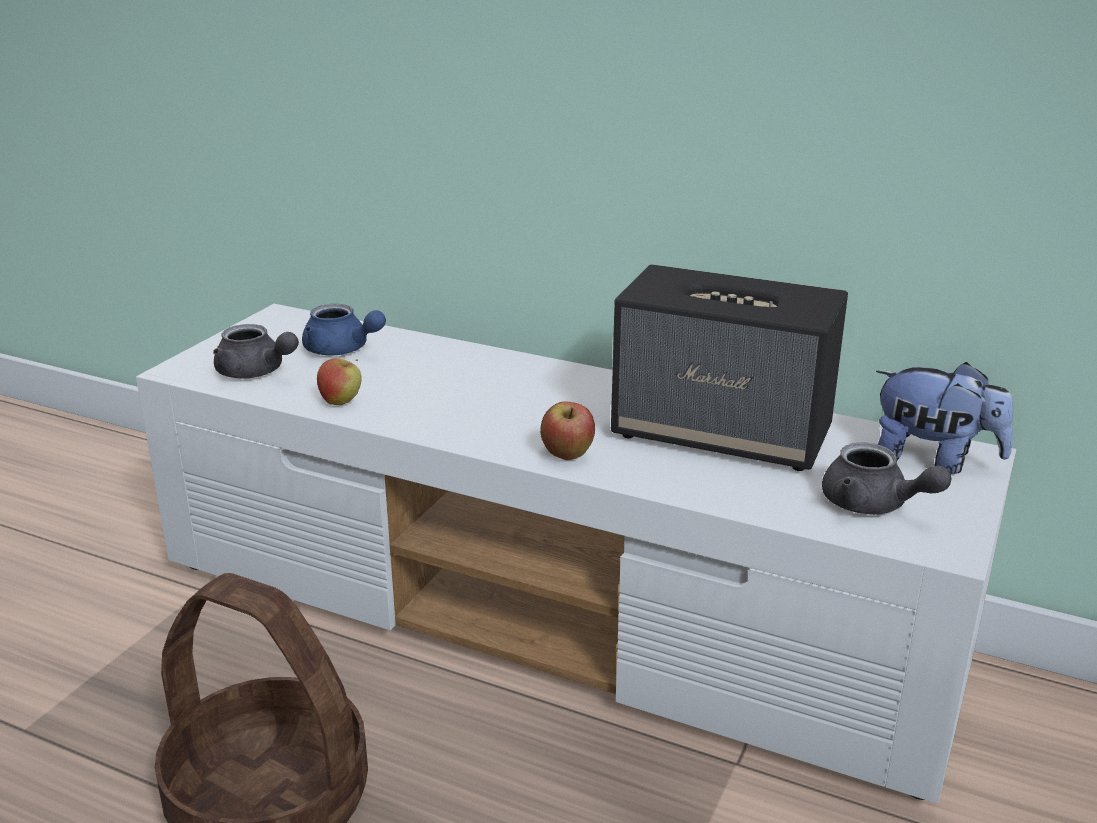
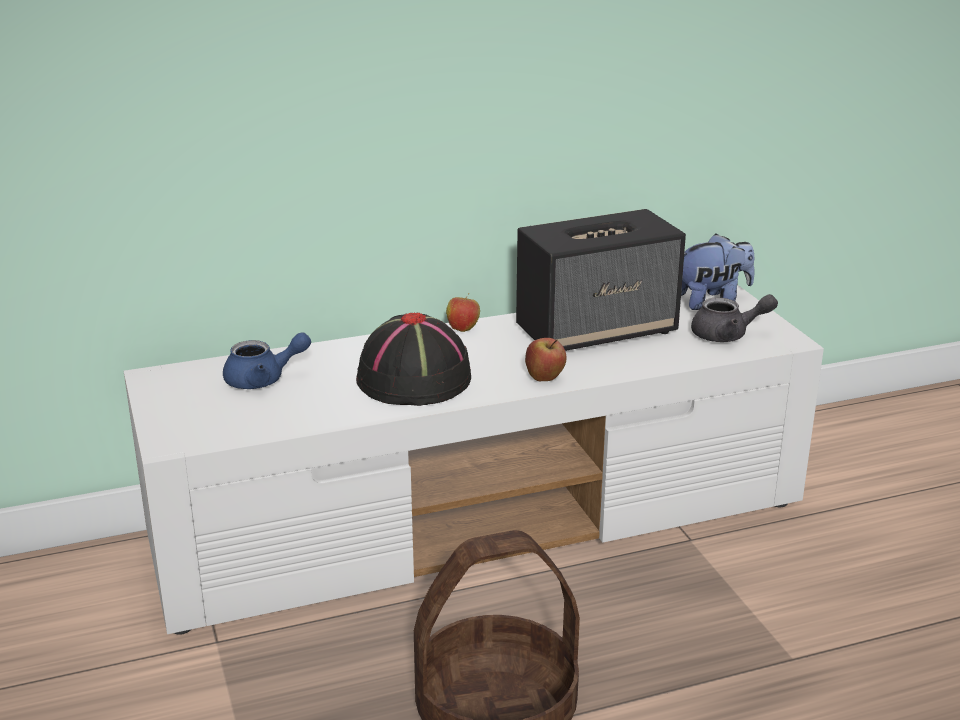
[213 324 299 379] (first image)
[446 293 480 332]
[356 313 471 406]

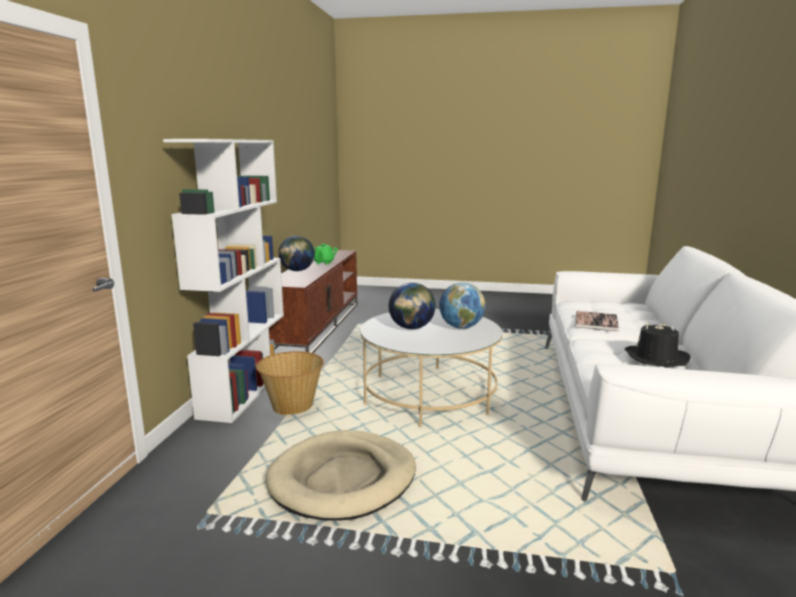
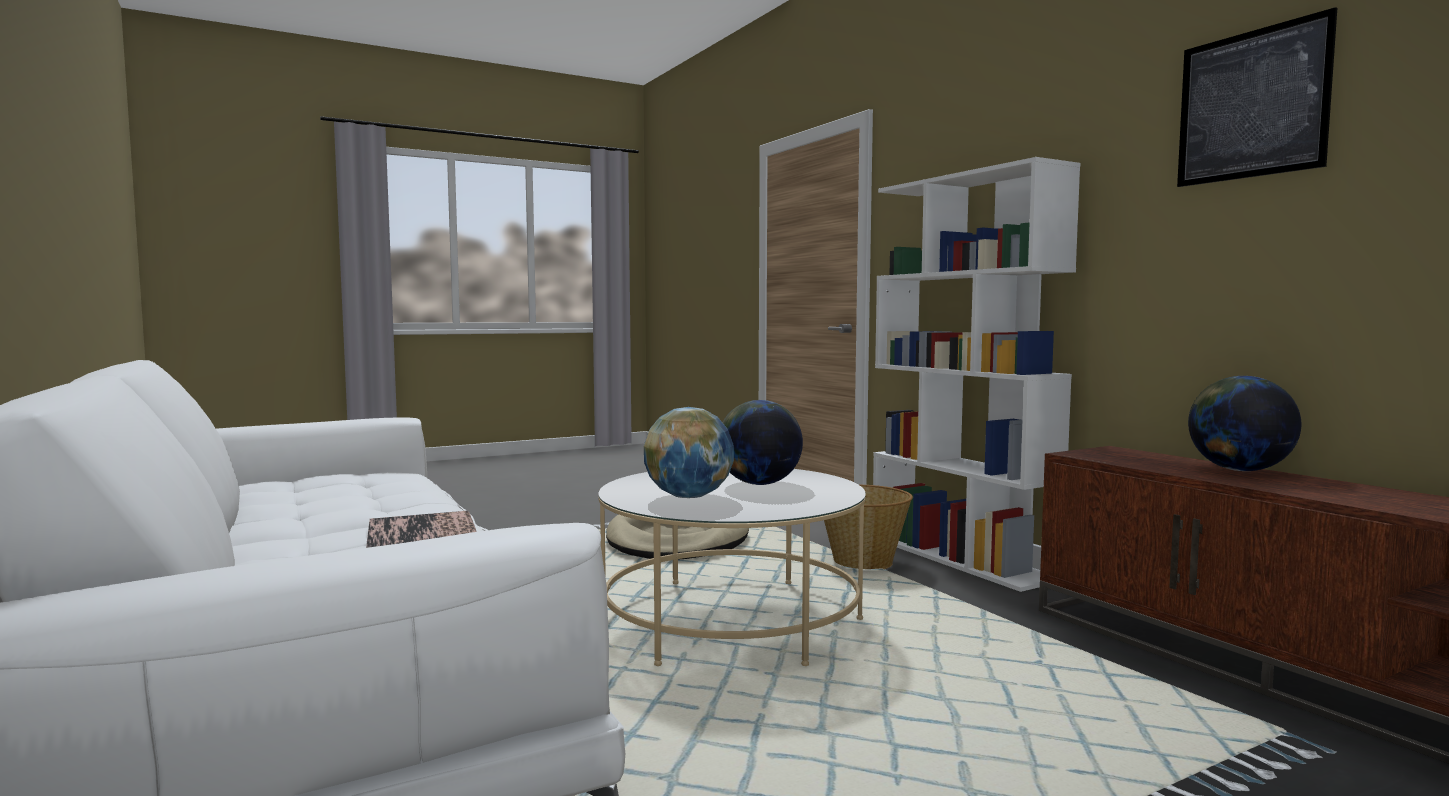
[314 244 338 265] (first image)
[625 323 690 367] (first image)
[1177 7 1337 187]

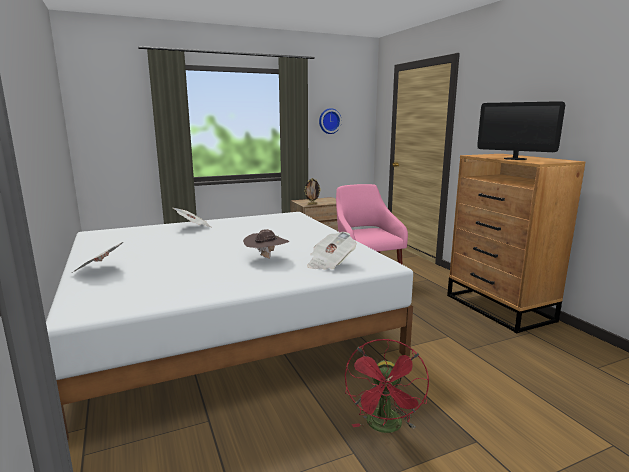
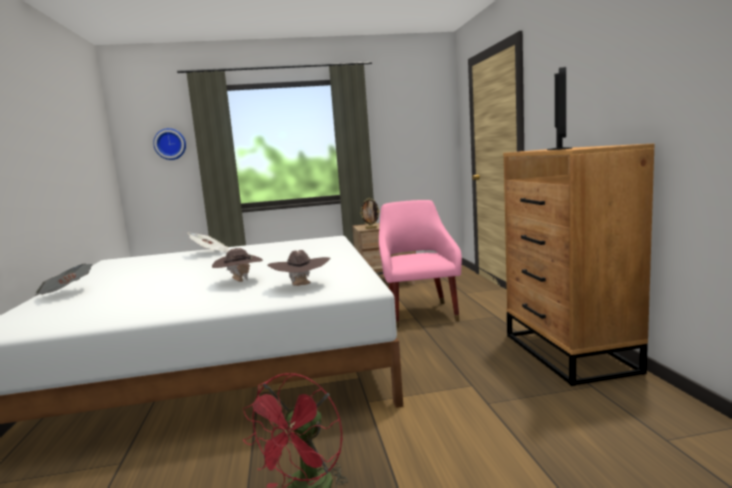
[547 67 572 150]
[153 128 186 160]
[268 250 330 286]

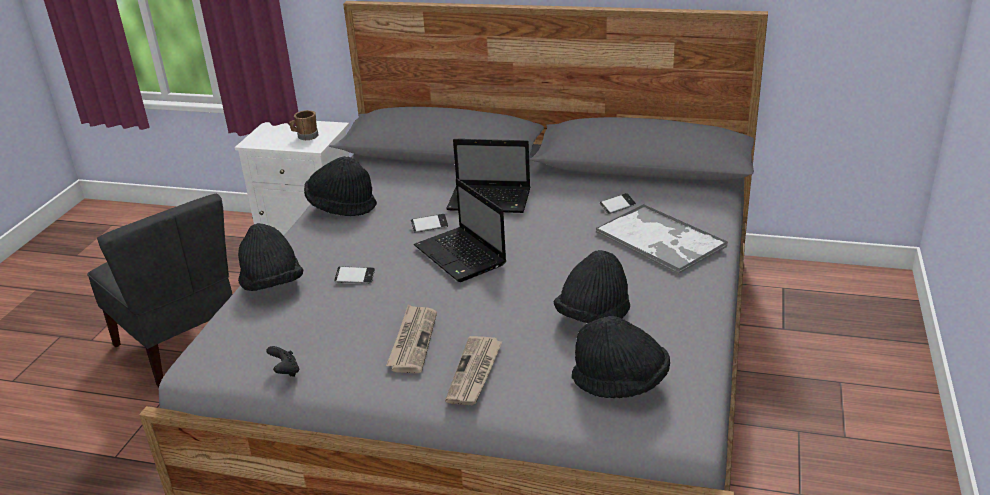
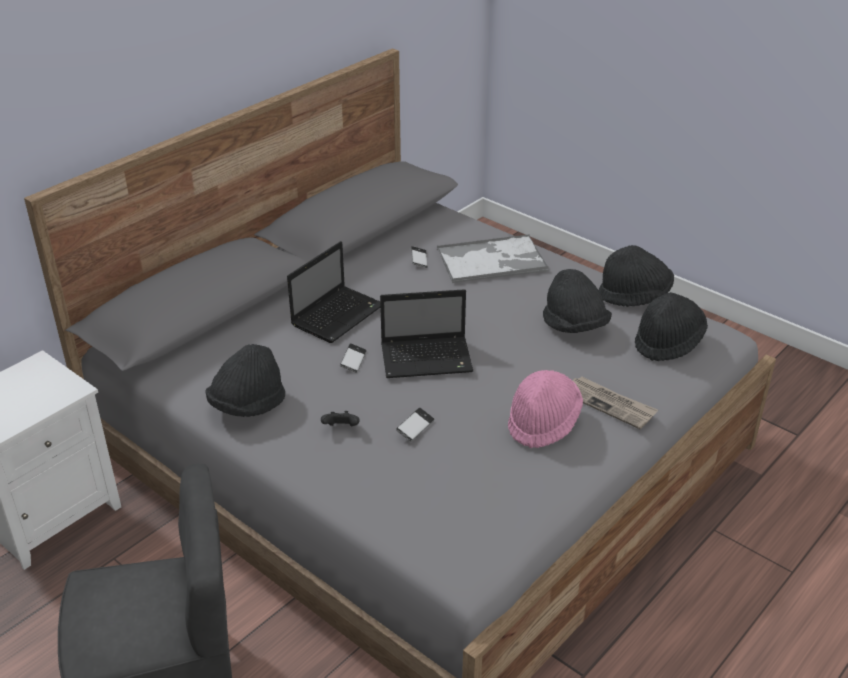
[289 110 318 140] (first image)
[599 245 674 307]
[508 370 583 448]
[321 411 359 426]

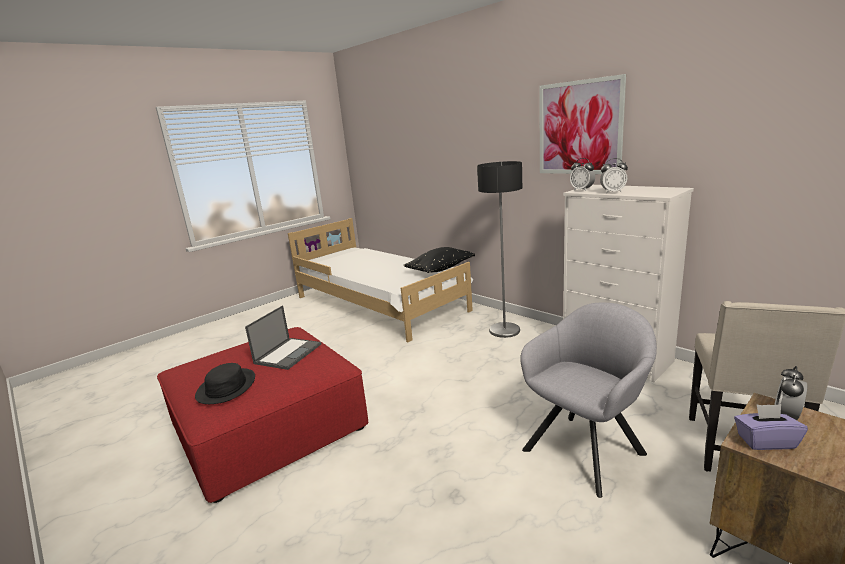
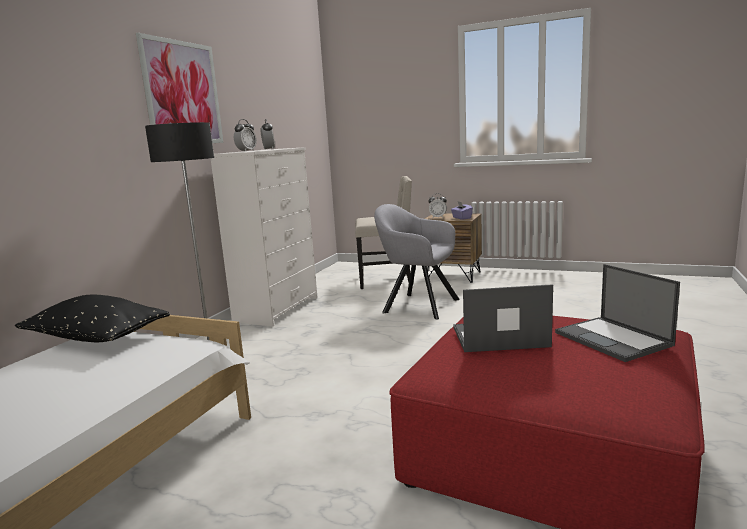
[555 264 680 362]

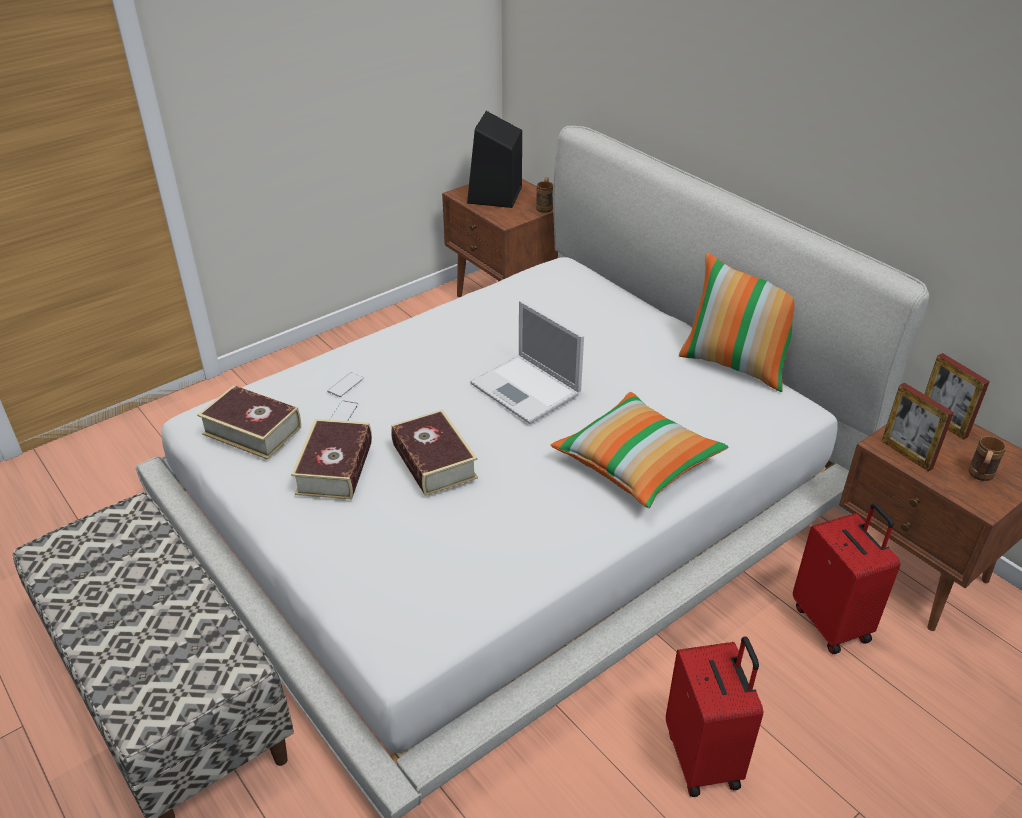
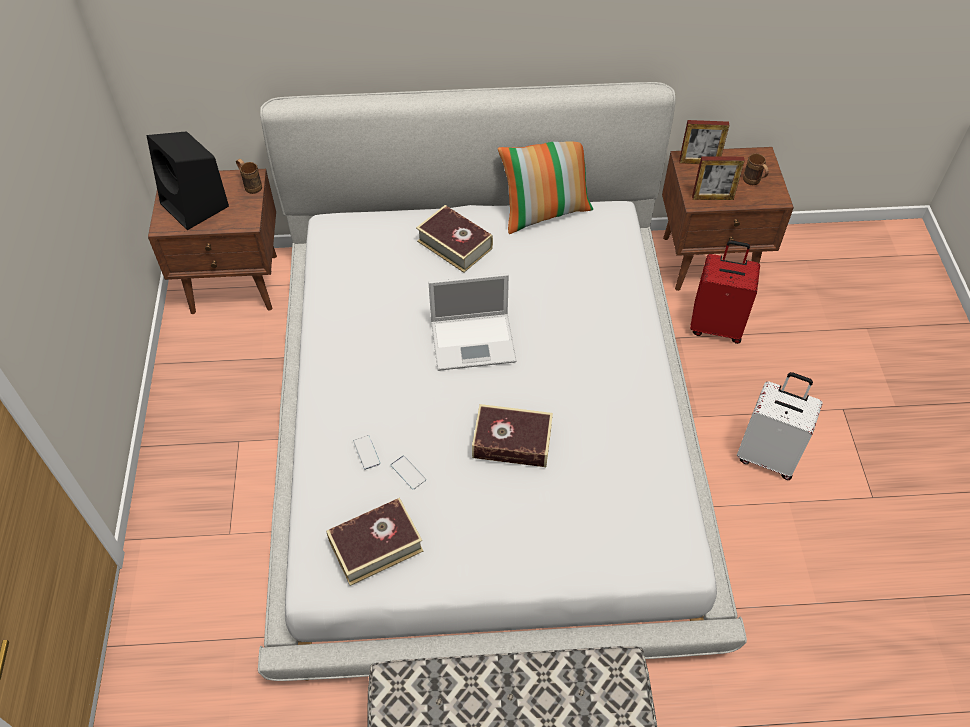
[551 392 728 508] (first image)
[416 205 493 273]
[737 372 823 480]

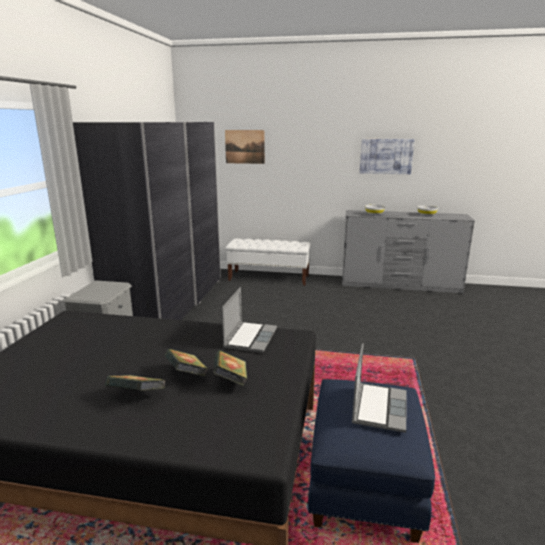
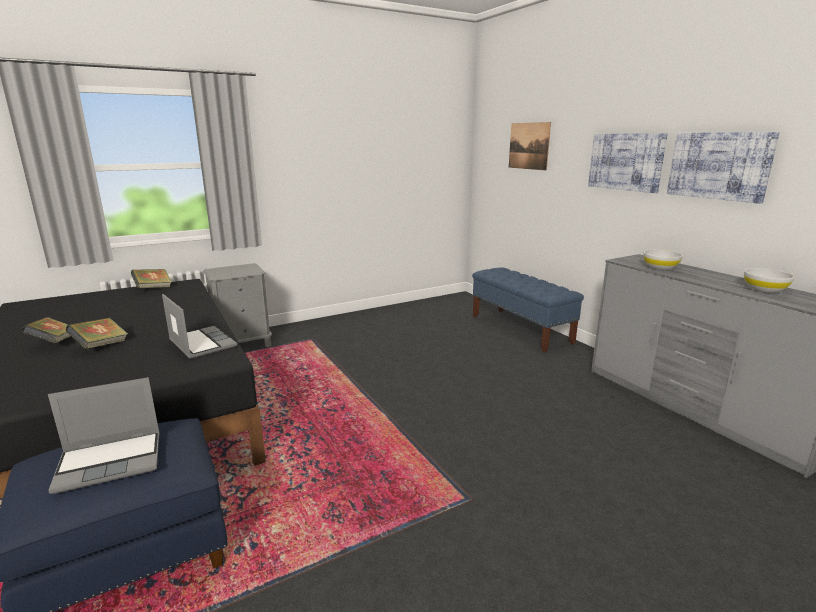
[73 122 221 320] (first image)
[472 267 584 353]
[162 294 237 359]
[131 269 172 288]
[588 133 668 193]

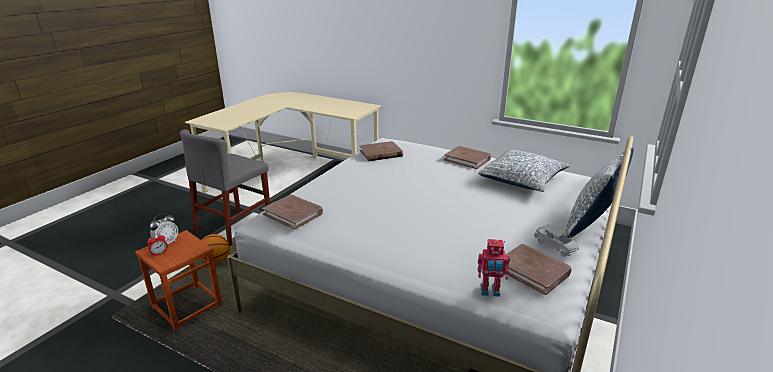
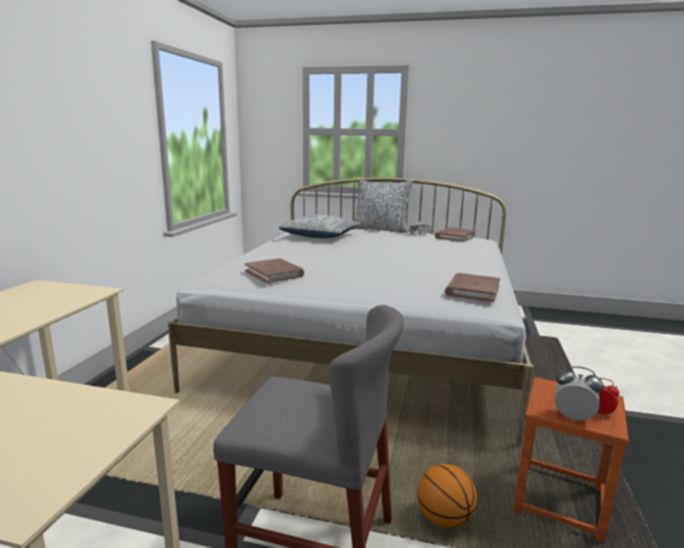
[444 146 491 169] (first image)
[478 239 510 297] (first image)

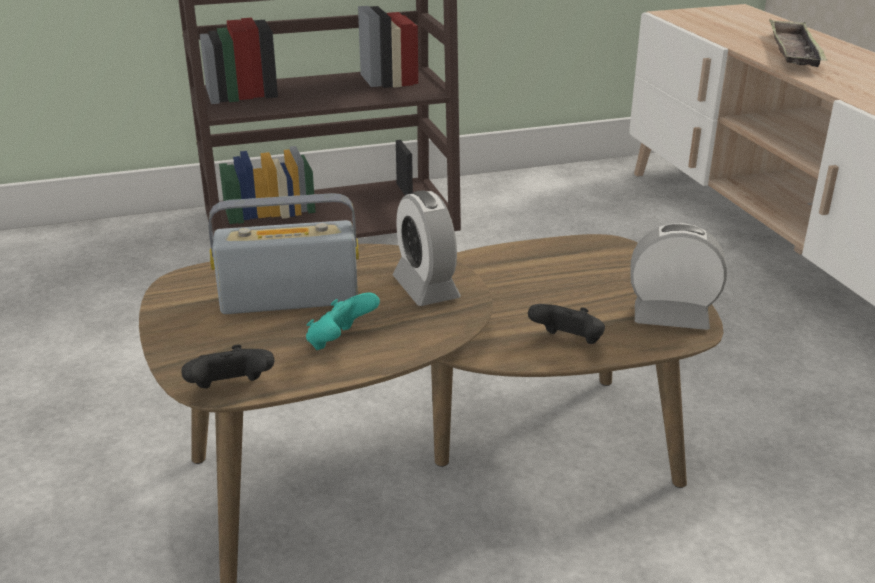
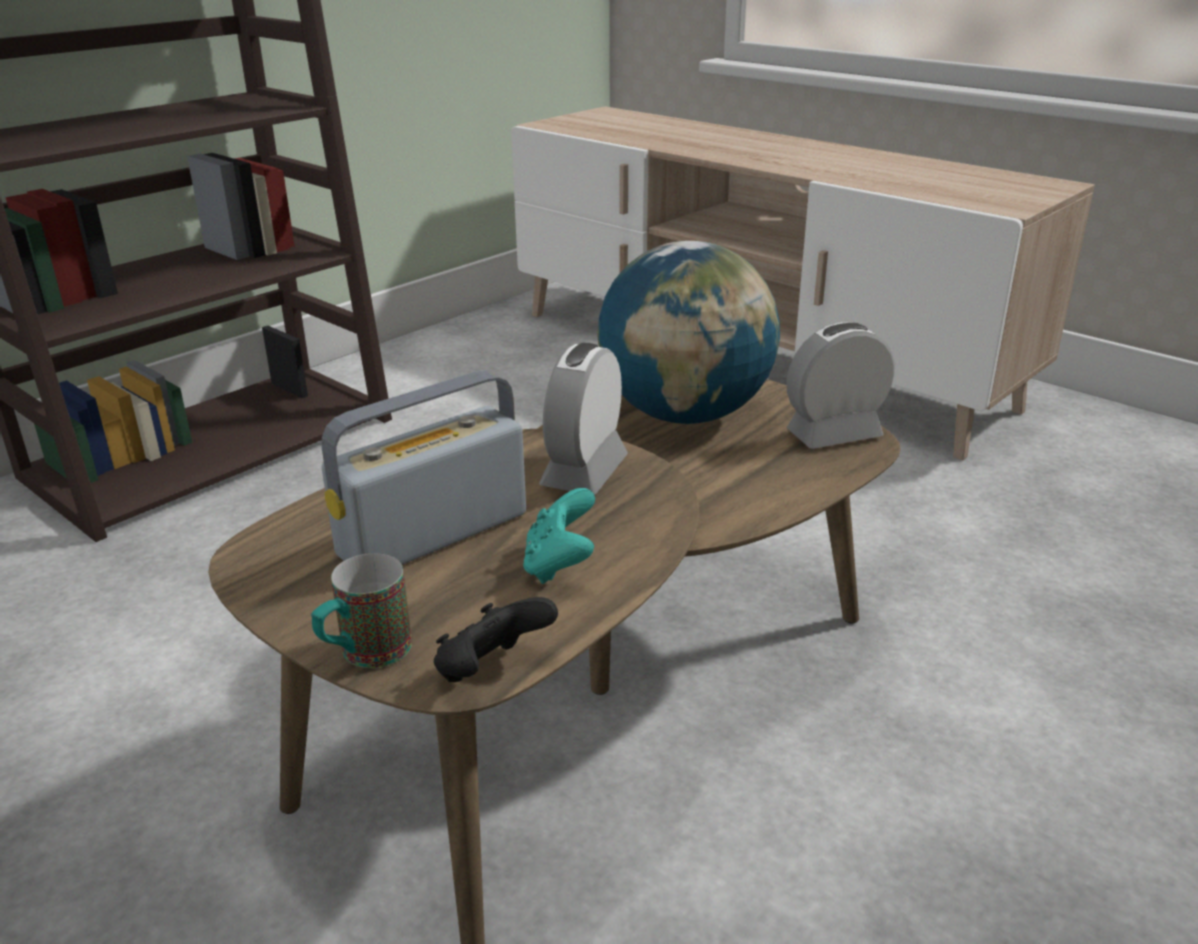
[769 19 828 67] (first image)
[539 343 628 495]
[528 304 605 344] (first image)
[597 241 780 424]
[311 553 412 668]

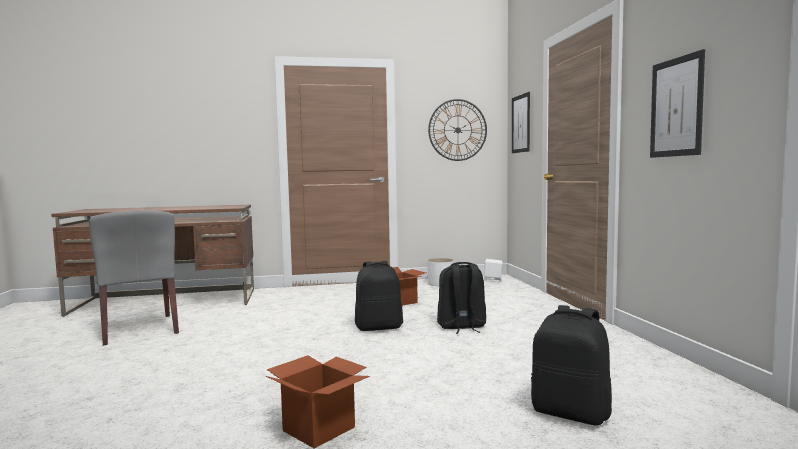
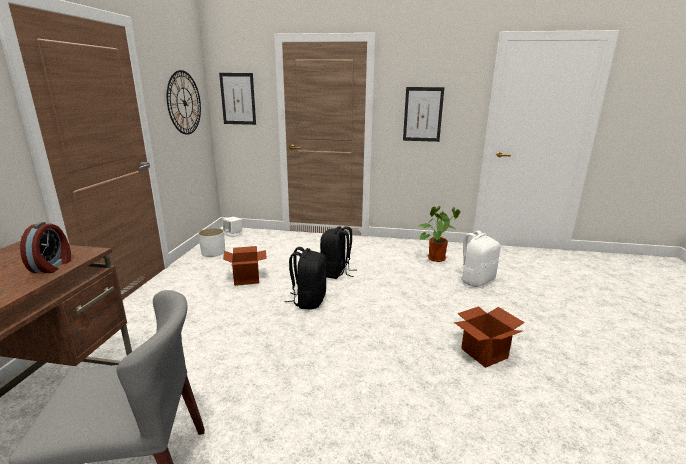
[455 231 500 287]
[419 206 460 262]
[20 222 71 273]

